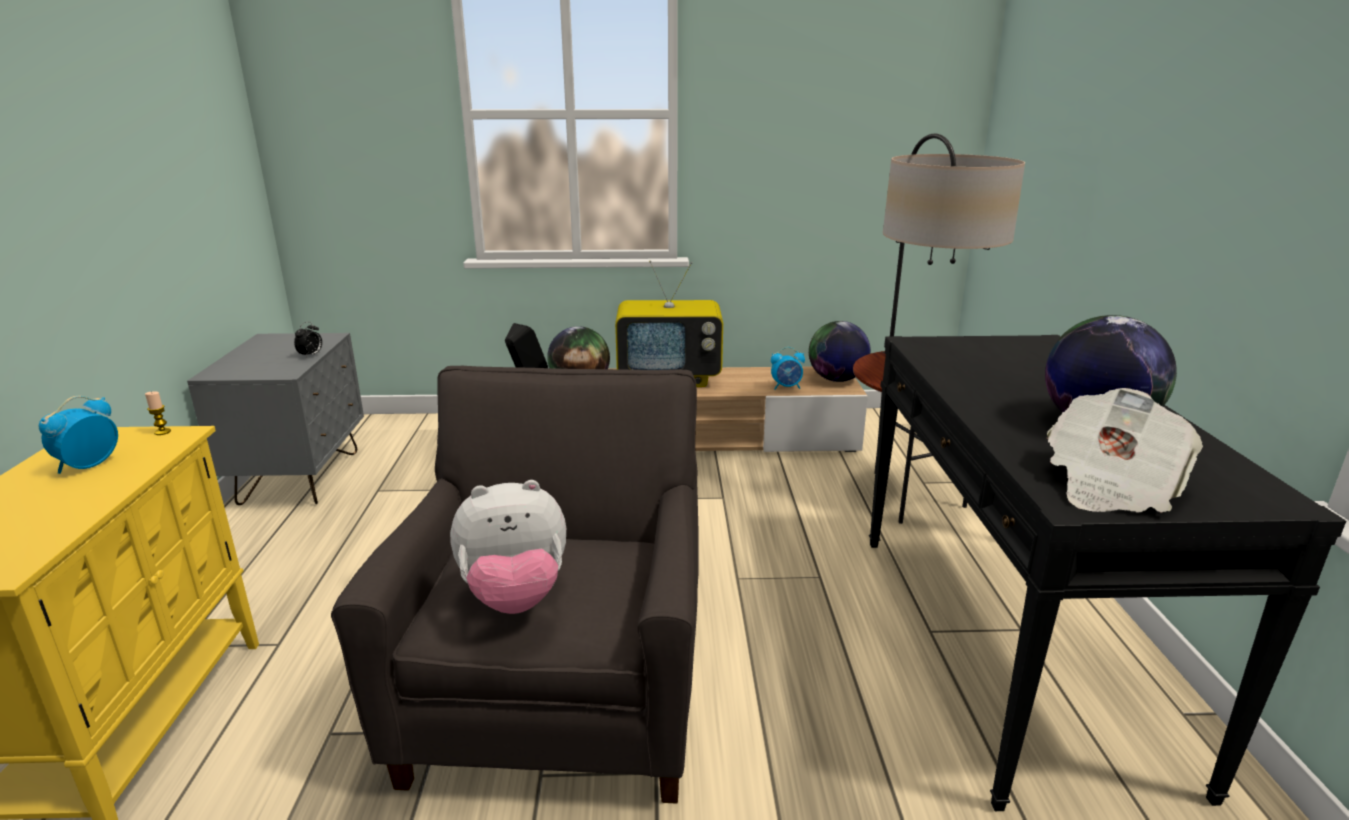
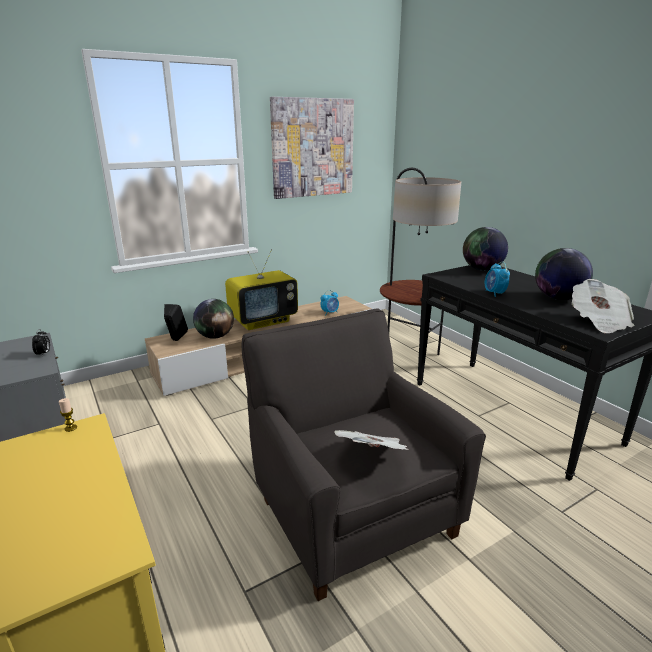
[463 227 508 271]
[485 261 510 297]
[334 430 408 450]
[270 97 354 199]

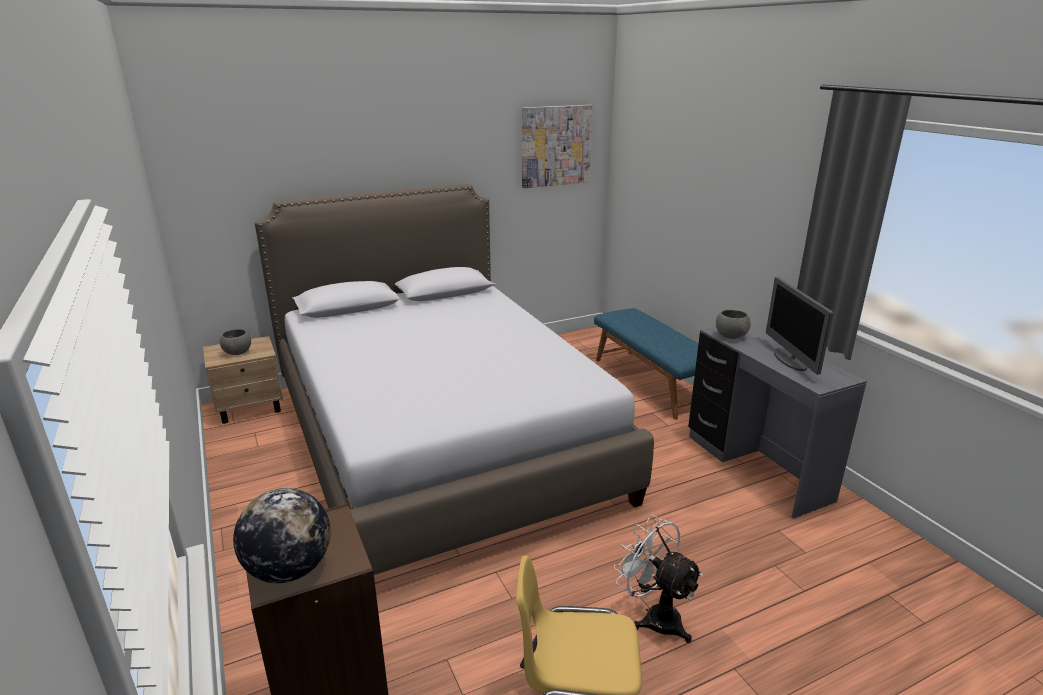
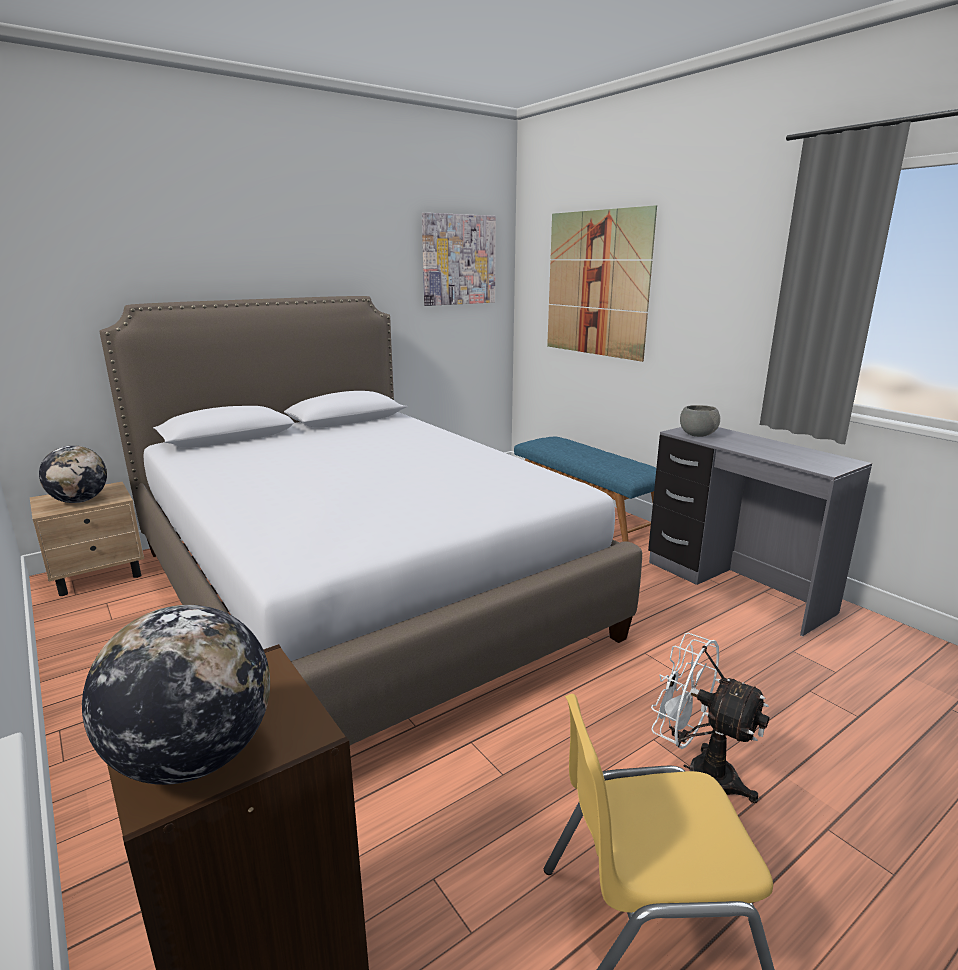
[766 277 834 374] (first image)
[39 445 107 503]
[547 205 657 362]

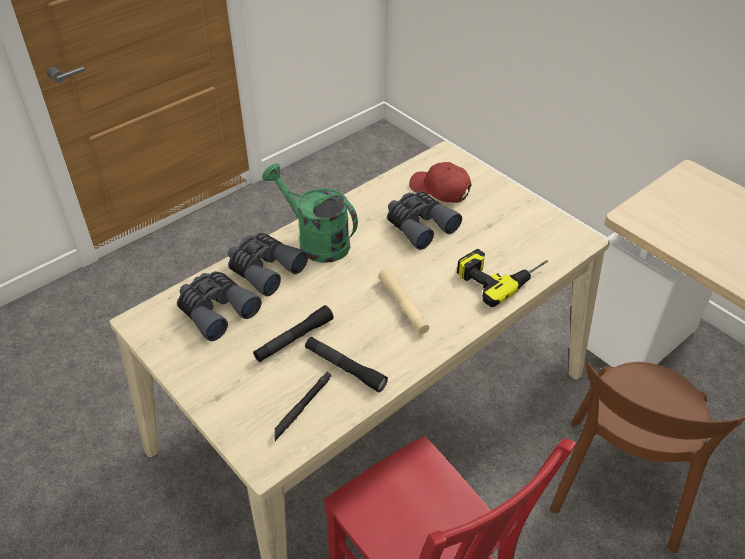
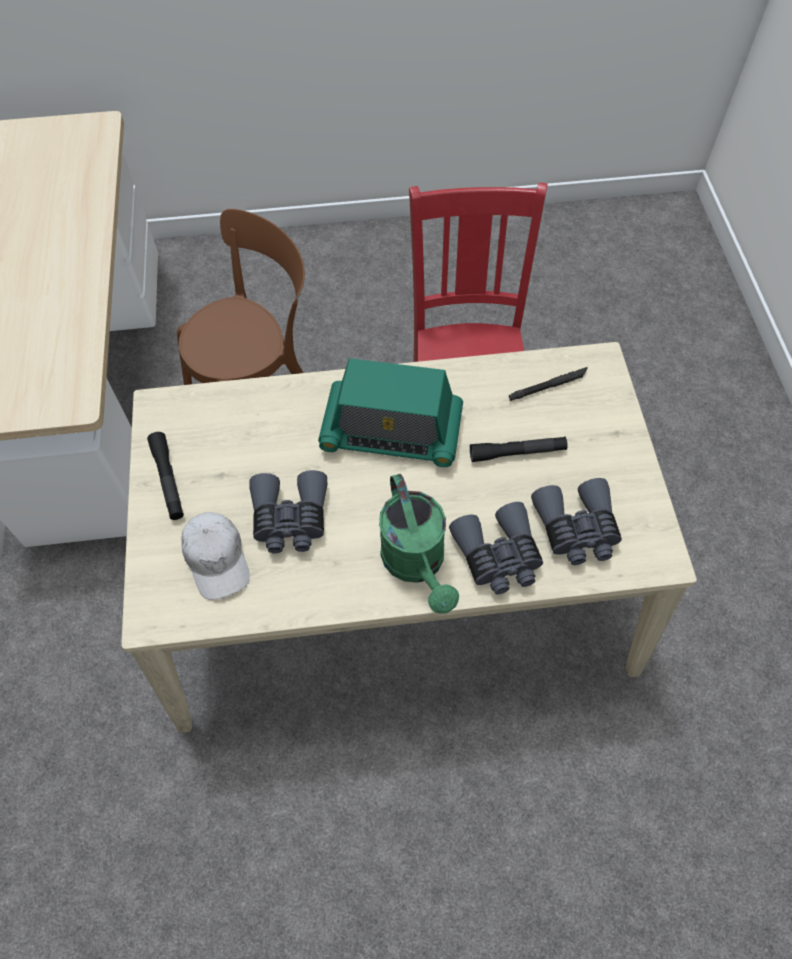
[181 512 250 600]
[457 249 548 307] (first image)
[318 358 463 467]
[147 432 184 520]

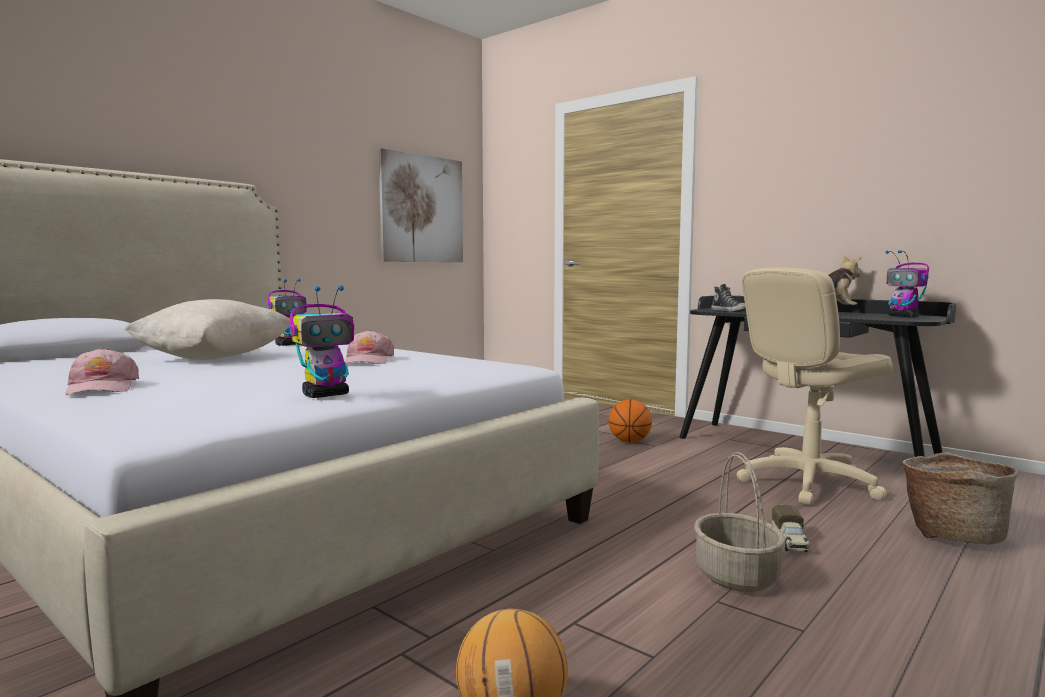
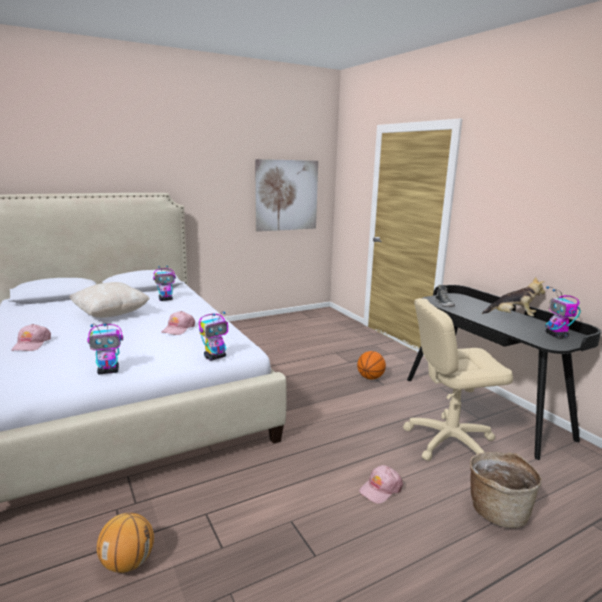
[694 452 785 592] (first image)
[359 465 403 504]
[199 311 228 361]

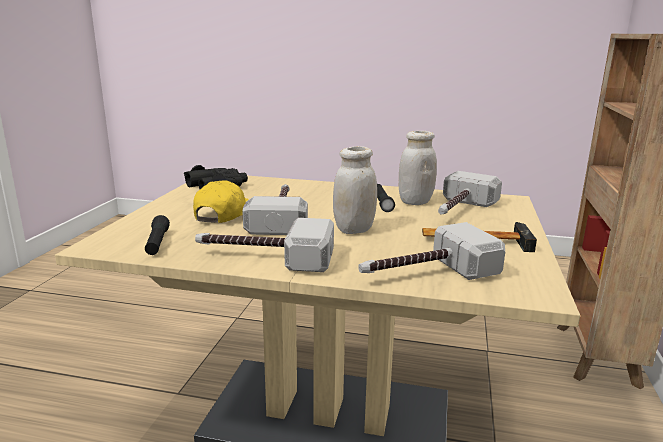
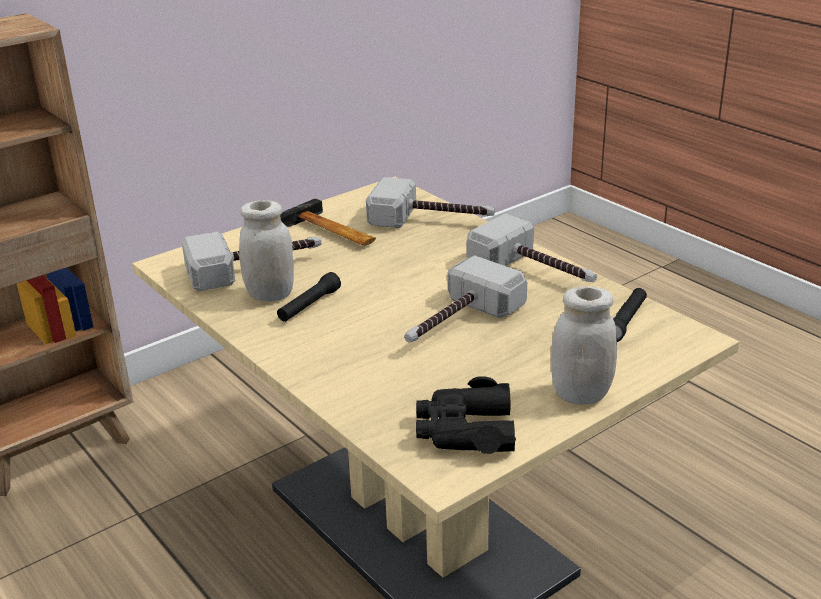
[551 286 617 405]
[193 180 249 223] (first image)

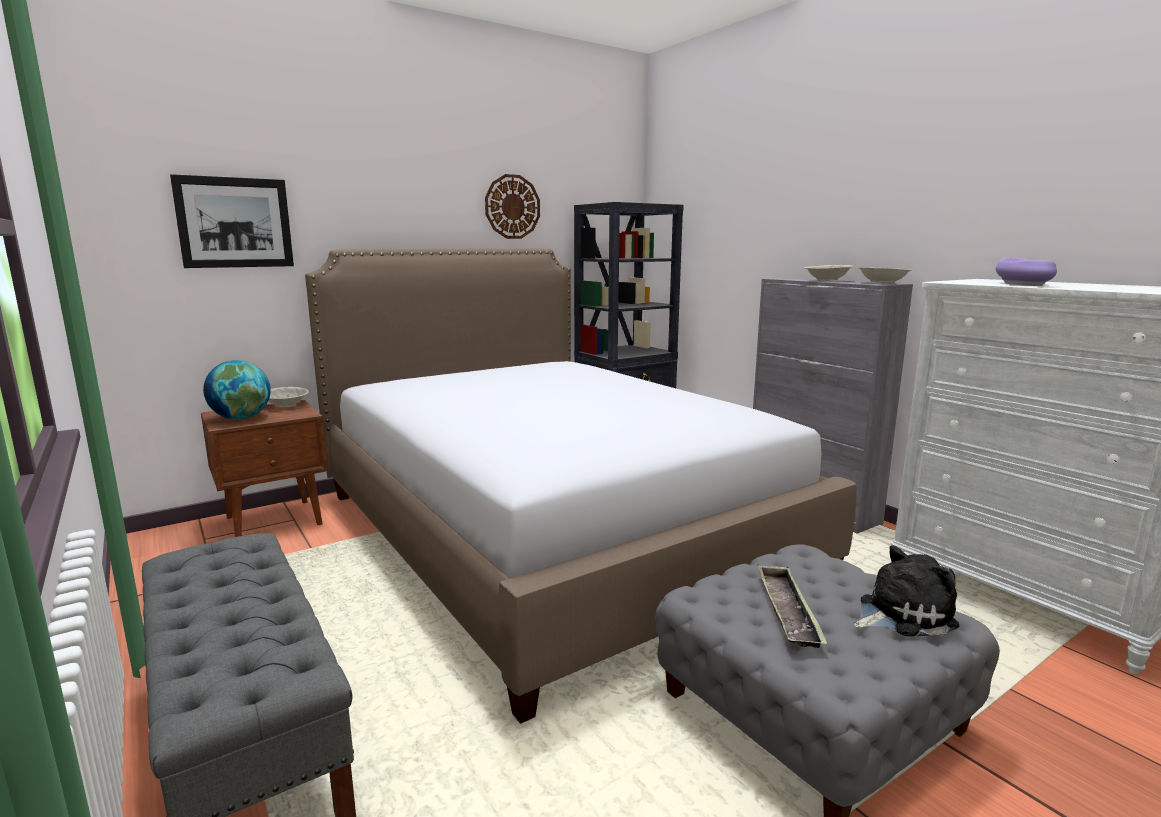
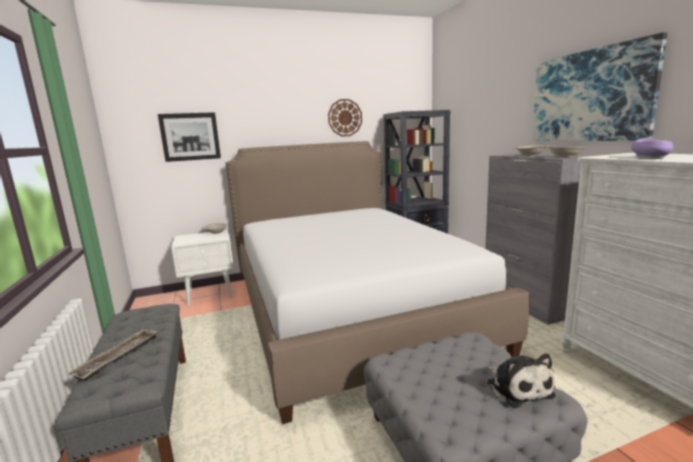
[203 360 271 420] (first image)
[171 230 234 305]
[487 353 556 408]
[68 328 158 381]
[532 32 667 141]

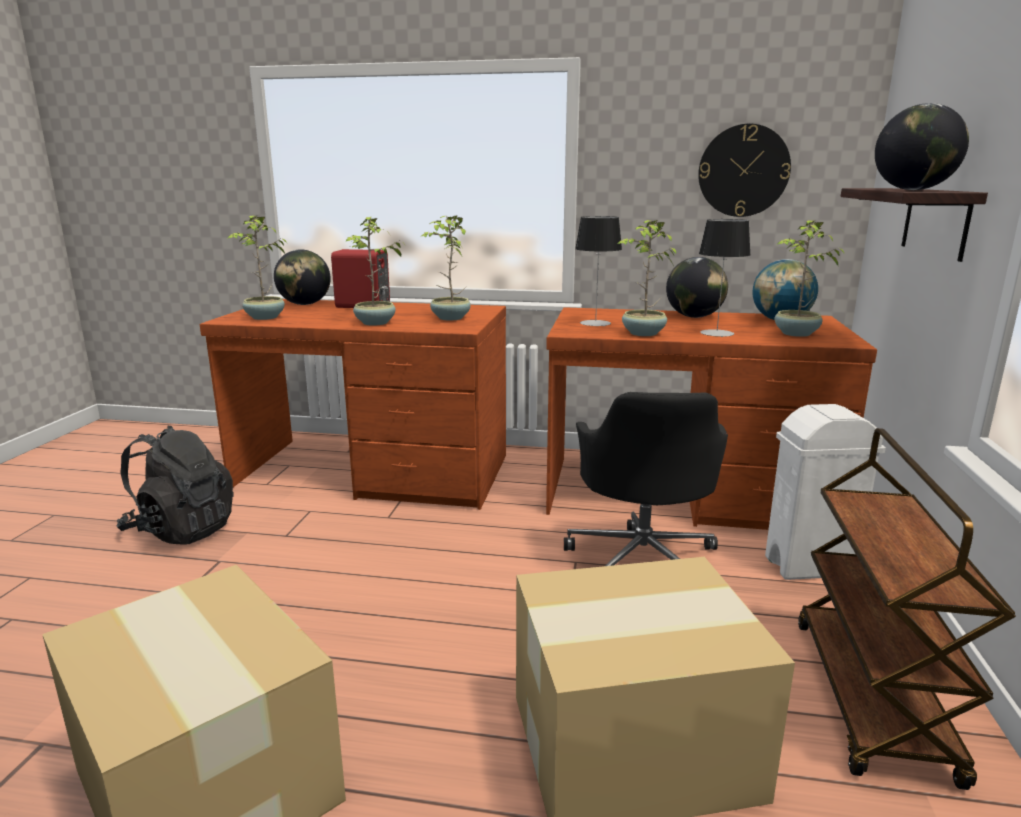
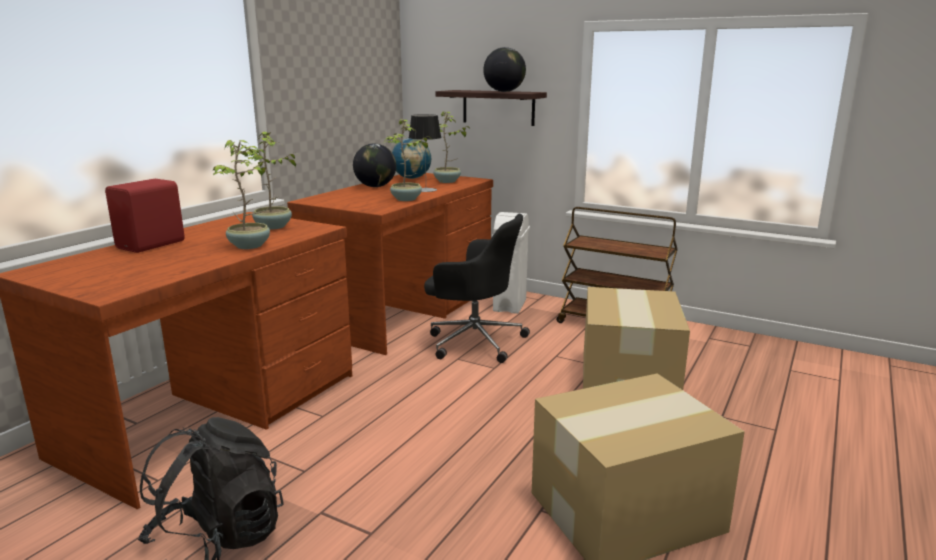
[698 124 791 217] (first image)
[227 215 287 320] (first image)
[575 216 622 326] (first image)
[274 249 331 305] (first image)

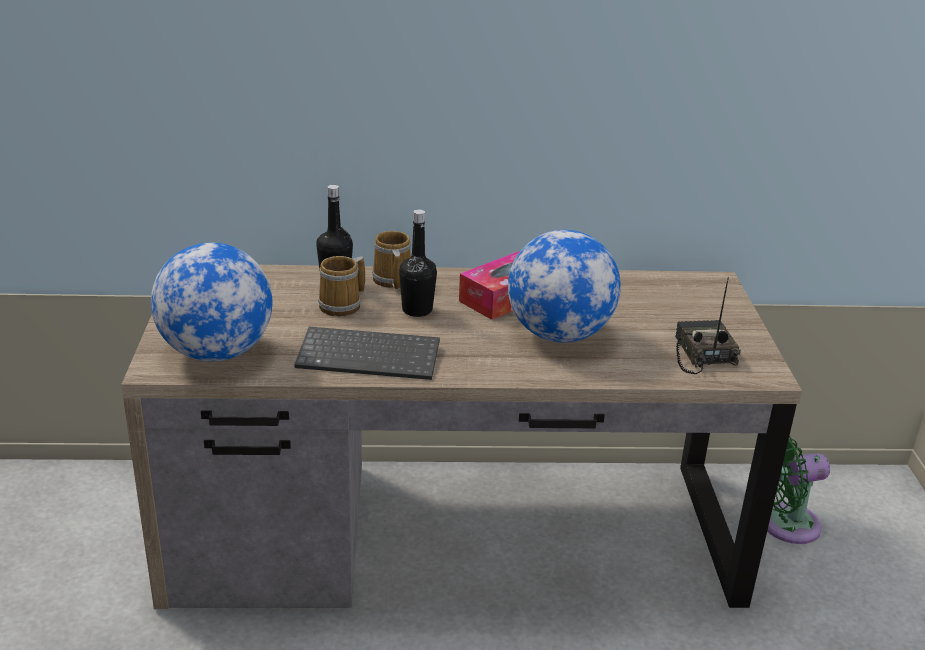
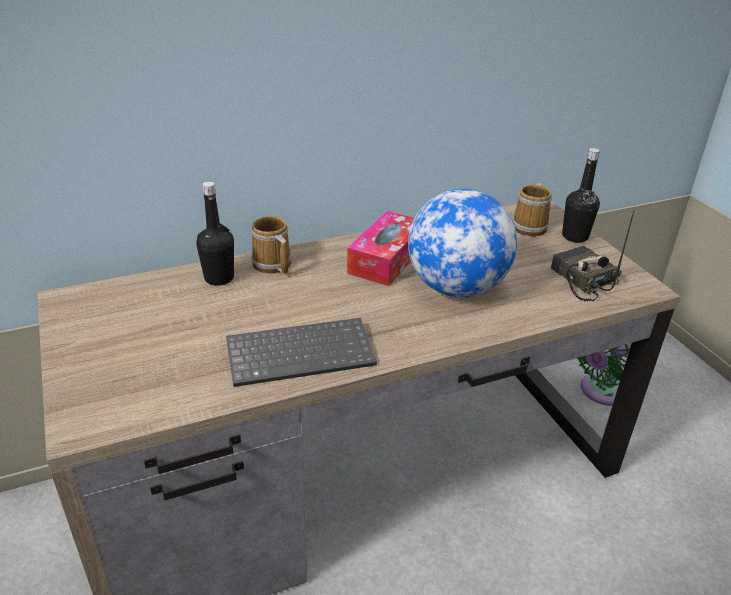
[562 148 600 243]
[151 243 272 362] (first image)
[512 183 552 236]

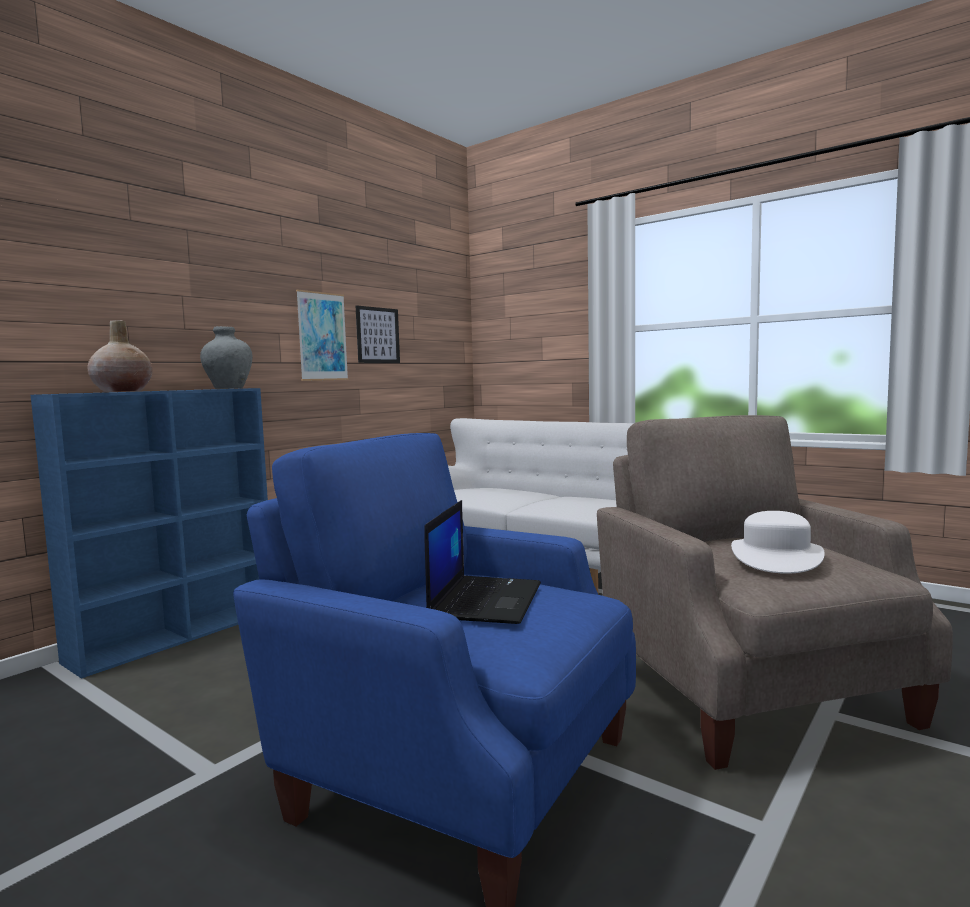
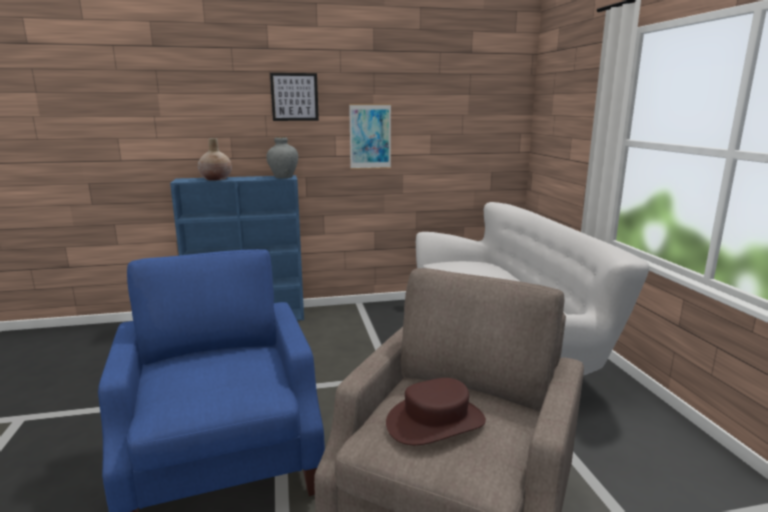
[270 73 319 121]
[424 500 541 624] (first image)
[386 378 486 445]

